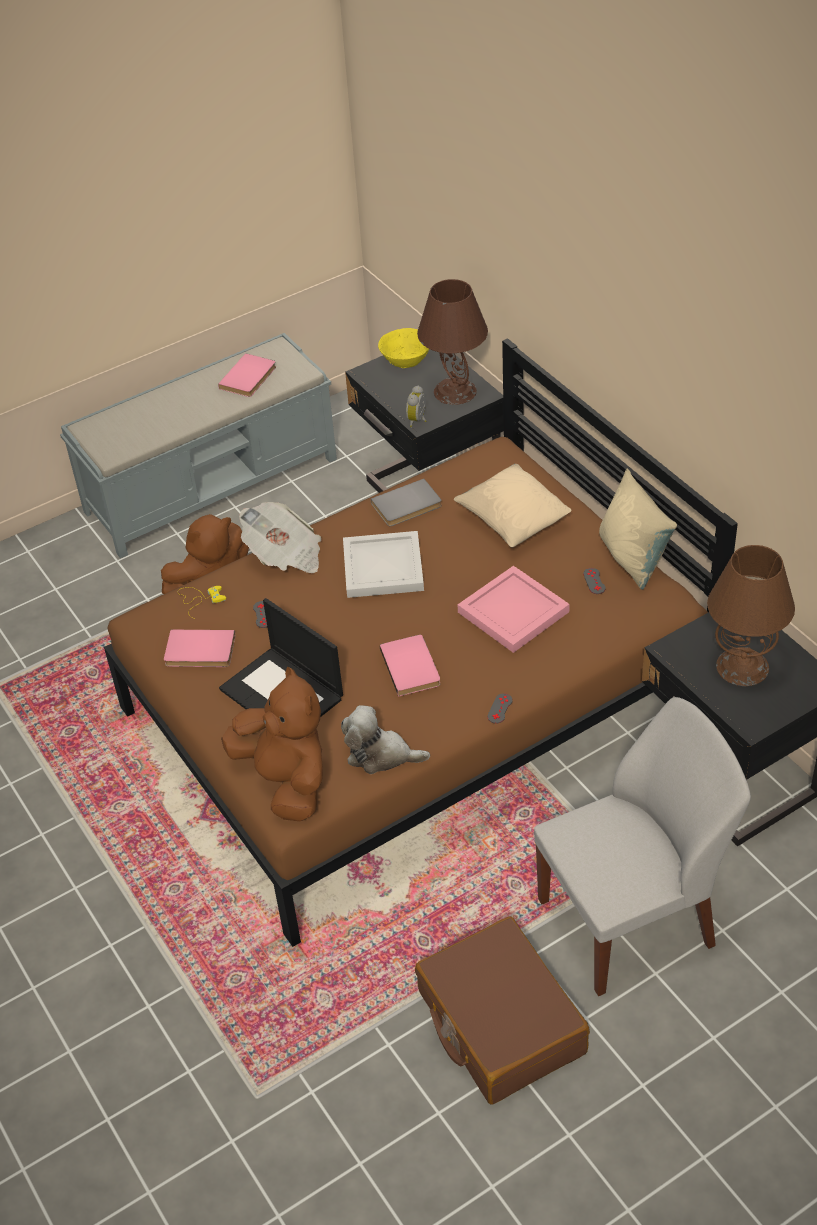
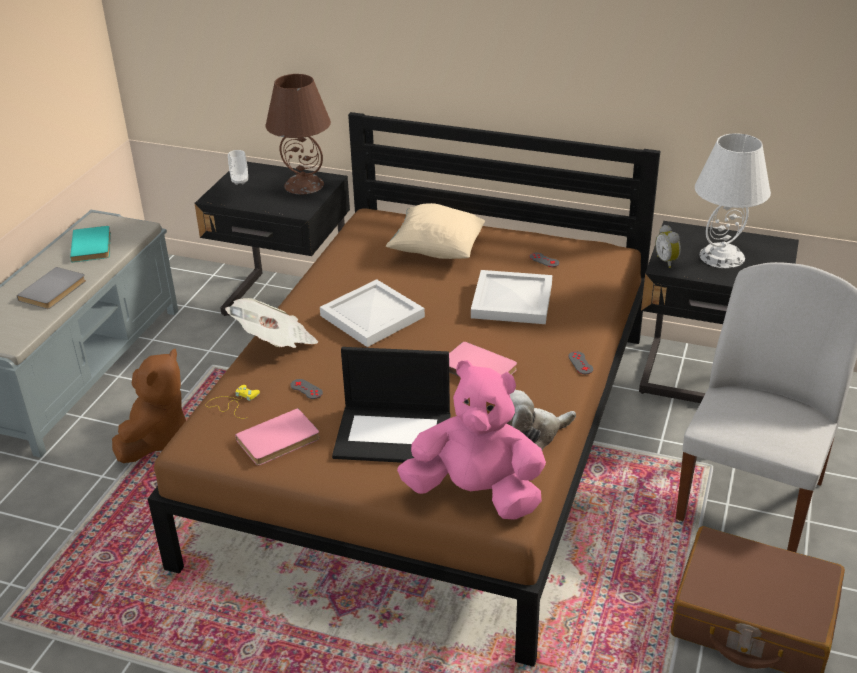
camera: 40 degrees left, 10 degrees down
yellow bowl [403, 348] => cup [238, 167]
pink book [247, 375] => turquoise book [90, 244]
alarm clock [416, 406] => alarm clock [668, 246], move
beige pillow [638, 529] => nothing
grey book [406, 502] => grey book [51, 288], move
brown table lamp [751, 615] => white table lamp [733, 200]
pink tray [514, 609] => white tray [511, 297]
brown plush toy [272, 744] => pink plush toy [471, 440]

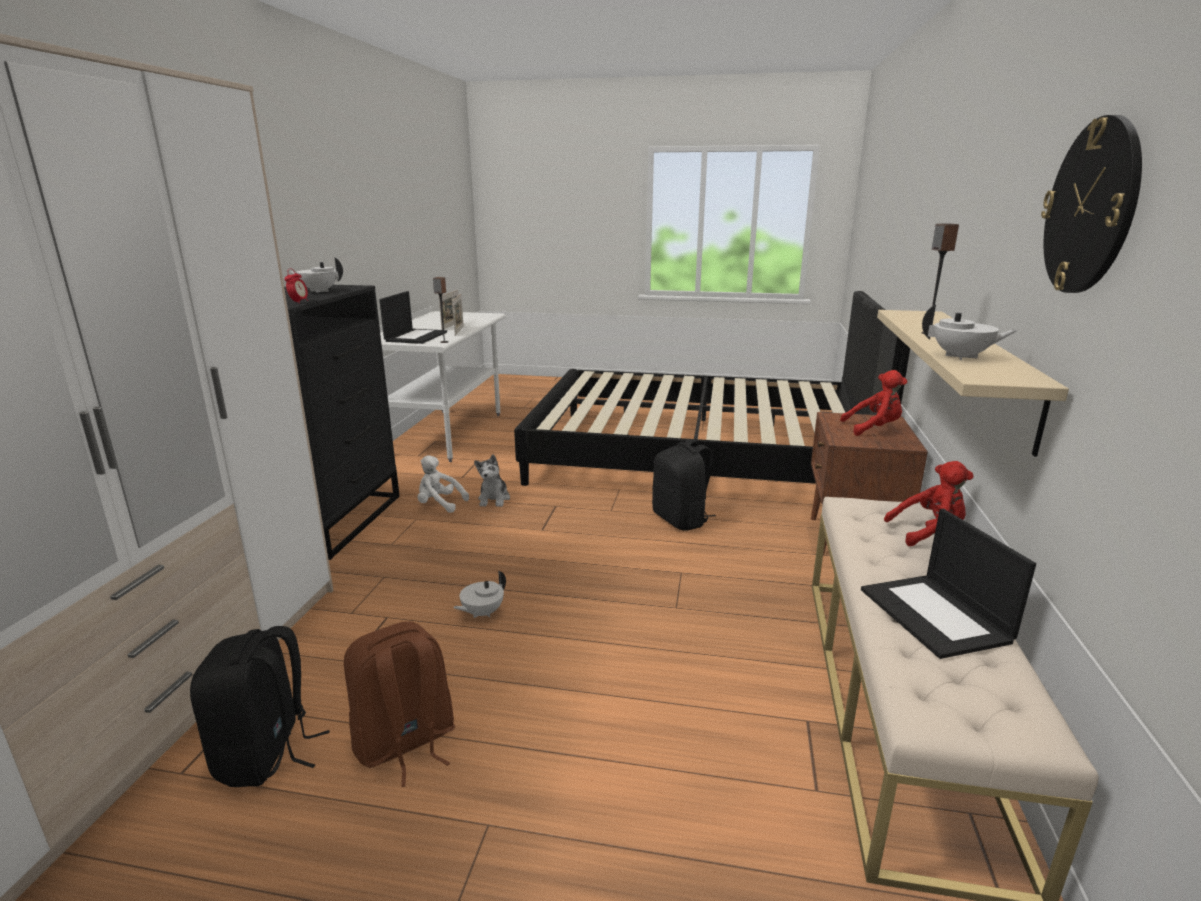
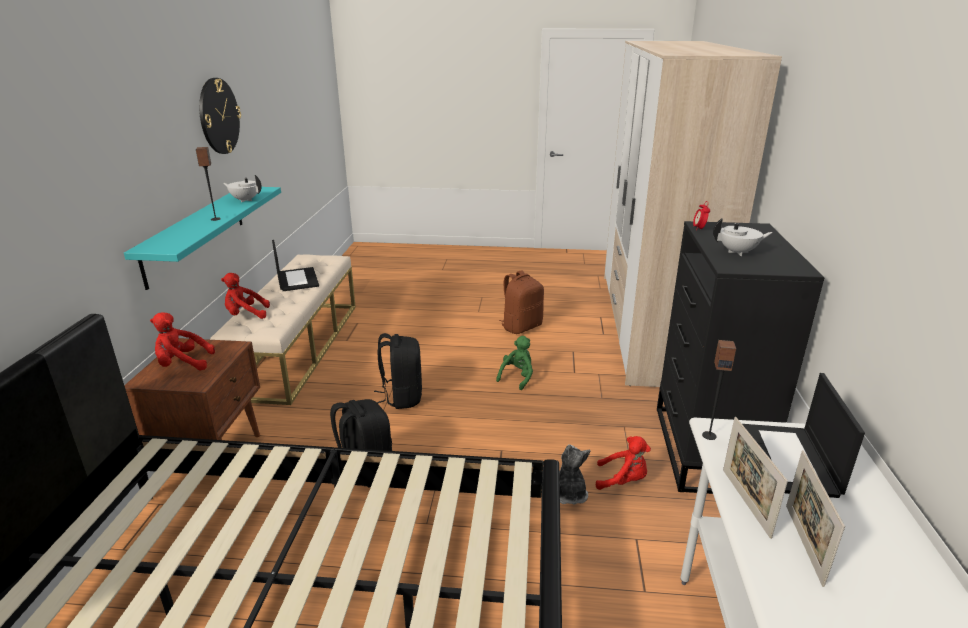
camera: 175 degrees right, 5 degrees up
beige shelf [973, 383] => turquoise shelf [202, 238]
white plush toy [443, 484] => red plush toy [623, 463]
white teapot [479, 594] => green plush toy [514, 363]
black backpack [260, 706] => black backpack [398, 371], move

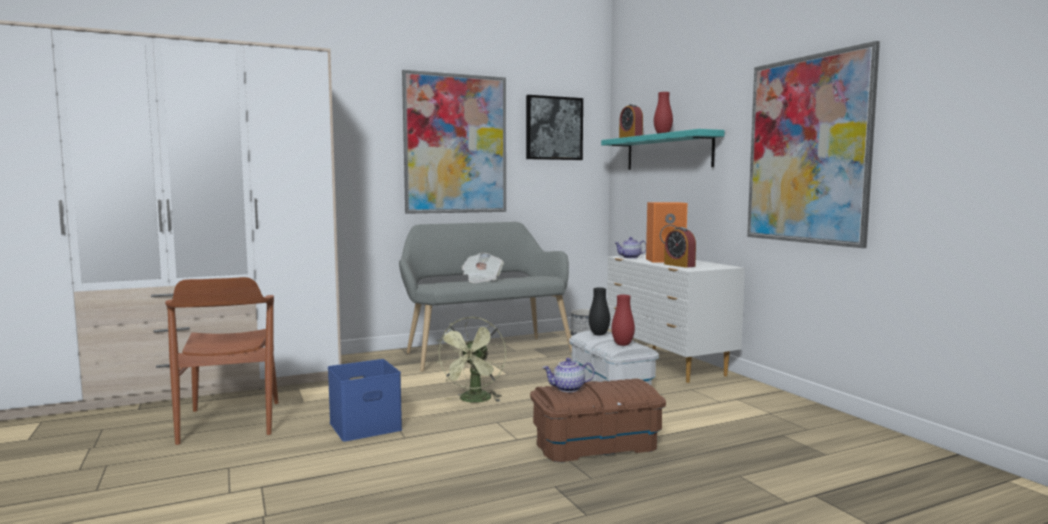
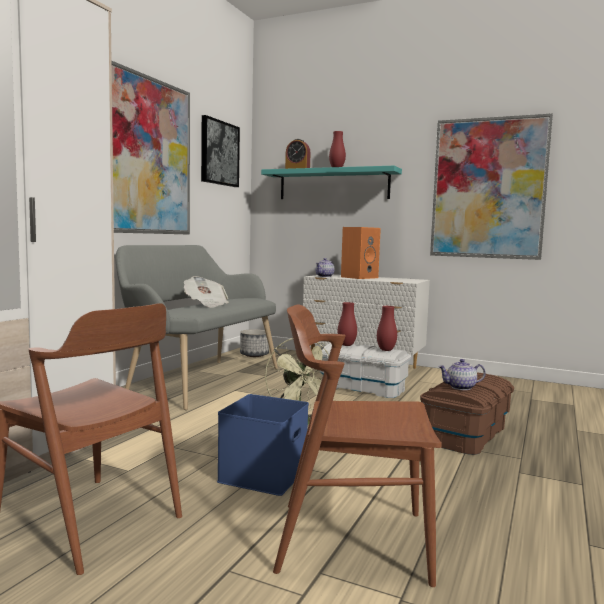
camera: 40 degrees left, 0 degrees up
alarm clock [680, 247] => nothing
black vase [599, 311] => red vase [347, 324]
teapot [568, 375] => teapot [462, 374], 45 degrees clockwise
nothing => brown chair [357, 445]

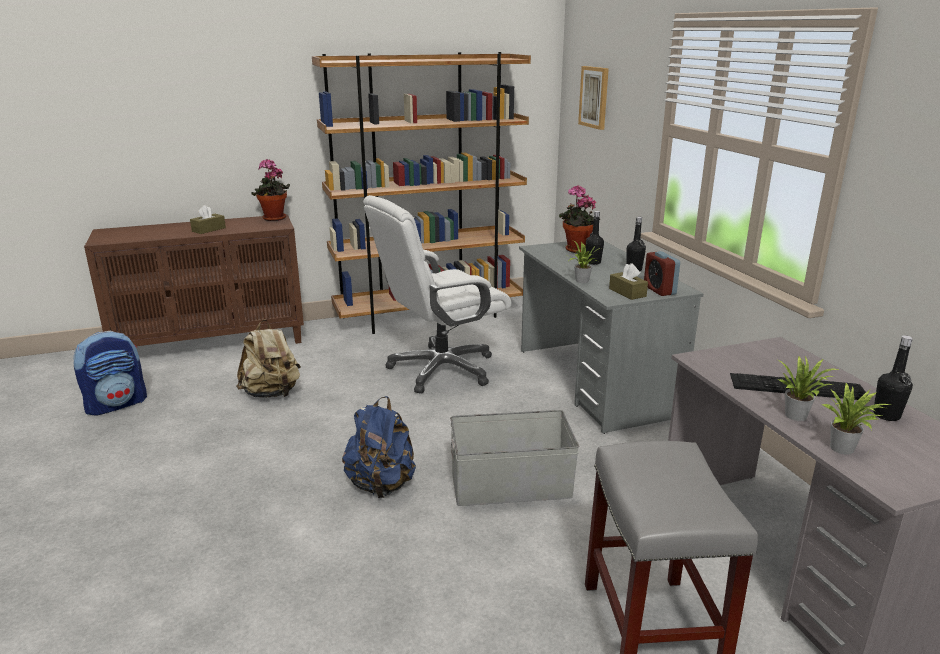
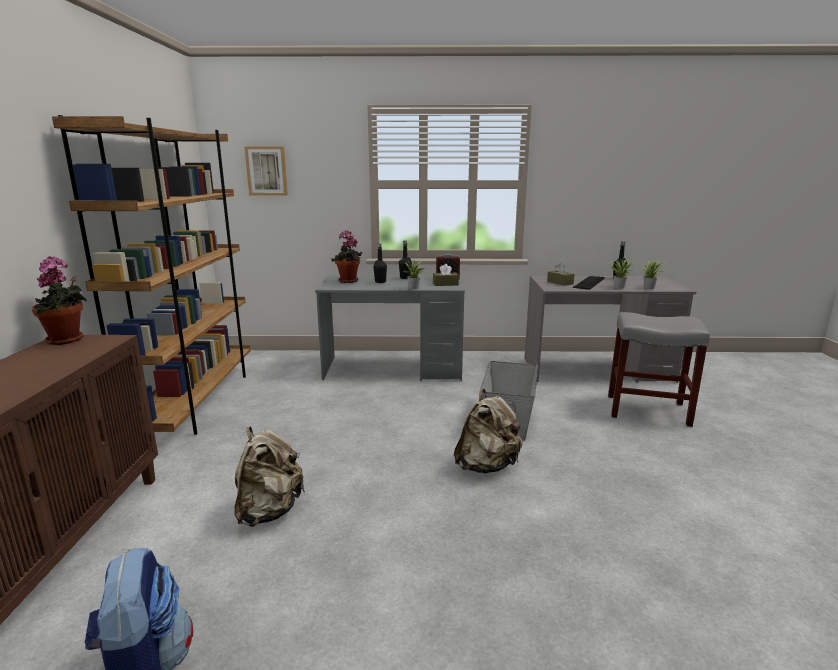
camera: 70 degrees left, 5 degrees down
white office chair [437, 294] => nothing
brown tissue box [208, 219] => brown tissue box [560, 274], move
blue backpack [379, 447] => beige backpack [488, 431]

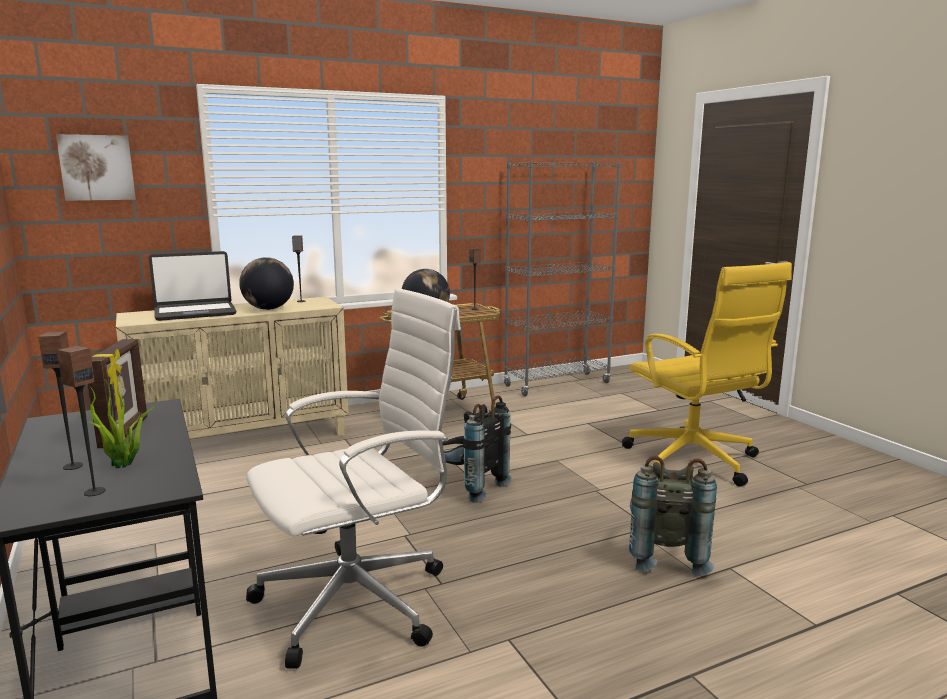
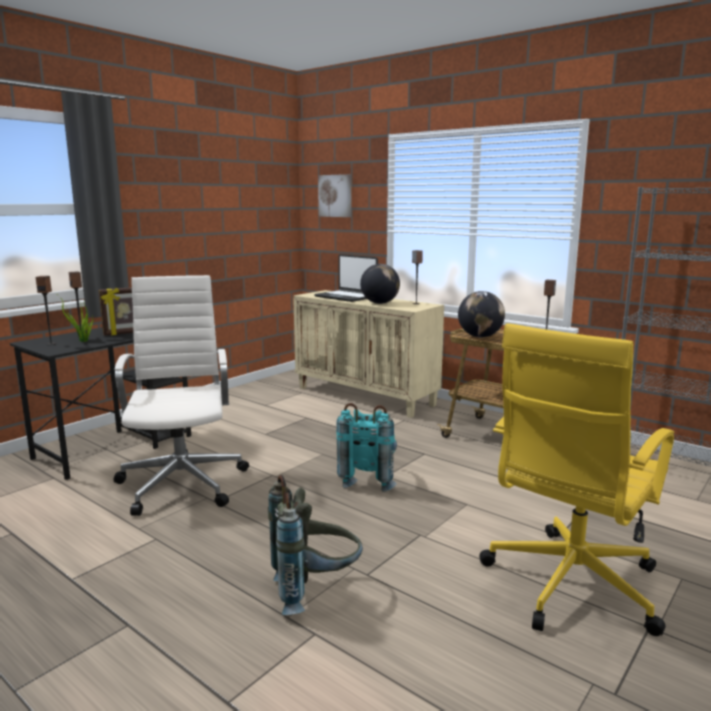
camera: 65 degrees right, 0 degrees up
white office chair [353, 478] => white office chair [181, 395], 135 degrees counterclockwise
black backpack [477, 449] => turquoise backpack [366, 447]

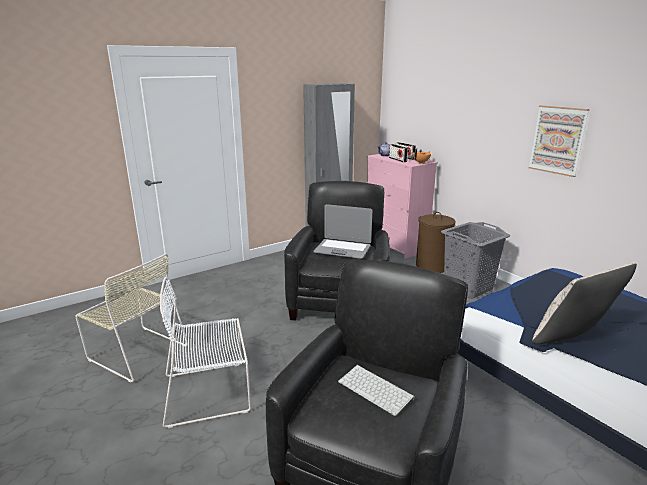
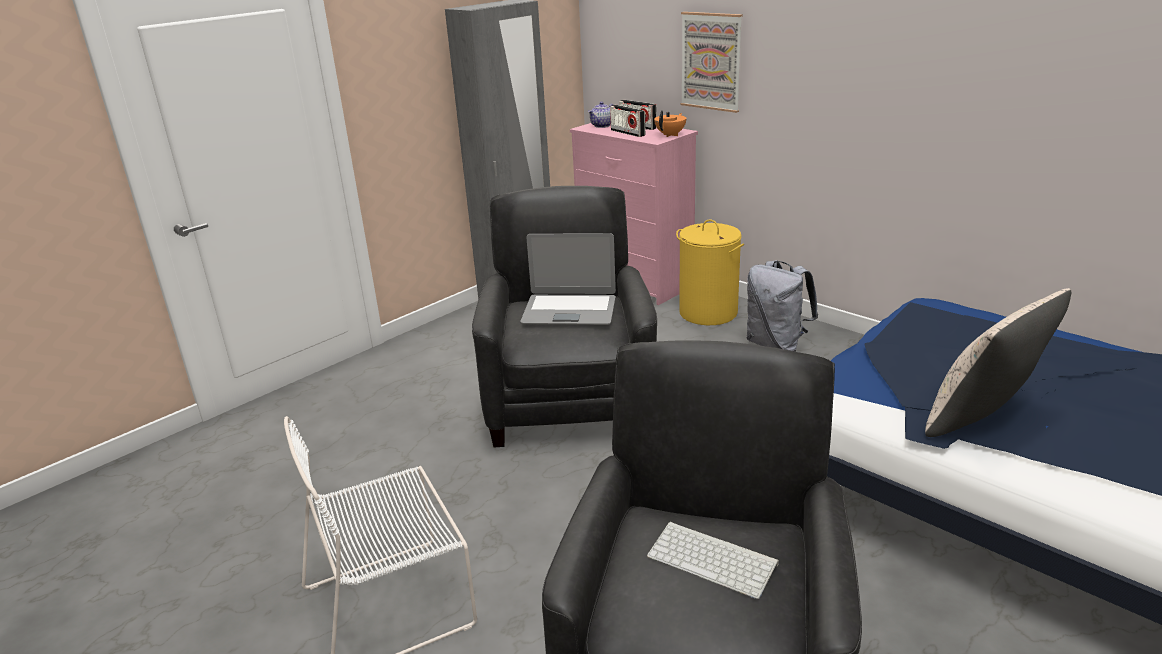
camera: 10 degrees left, 5 degrees up
picture [558, 141] => picture [712, 62], move
brown laundry basket [435, 242] => yellow laundry basket [710, 272]
grey laundry basket [475, 260] => grey backpack [782, 306]
beige chair [131, 318] => nothing

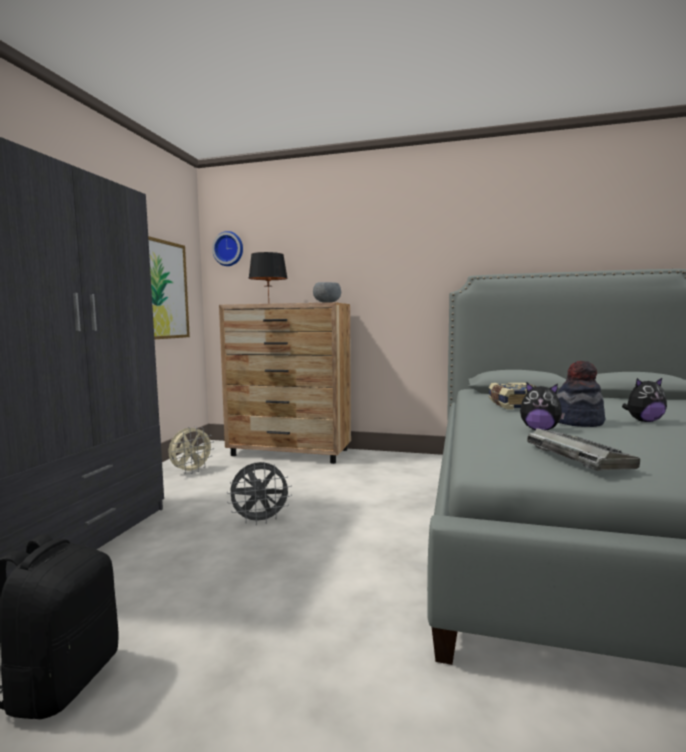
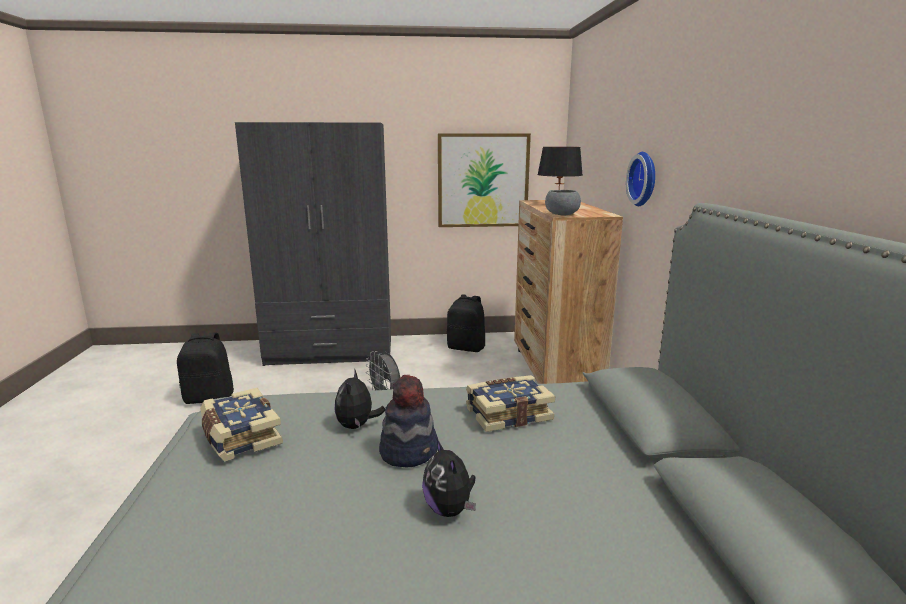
camera: 70 degrees right, 10 degrees up
wall clock [227, 248] => wall clock [640, 179], move
beige fan [191, 450] => black backpack [466, 323]
keyboard [583, 449] => book [241, 424]

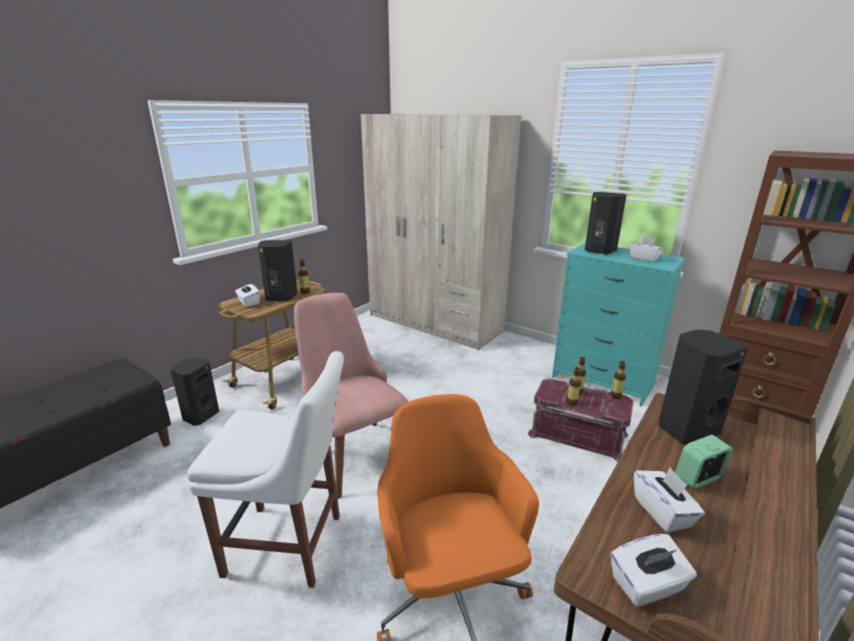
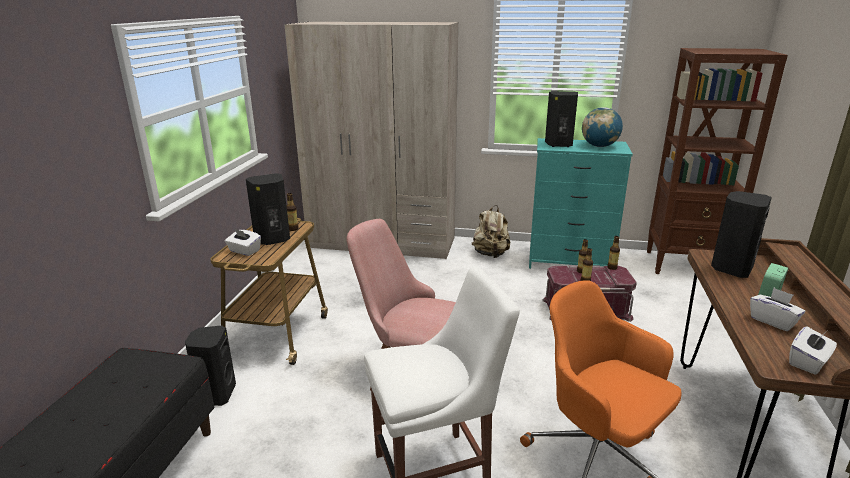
camera: 25 degrees left, 0 degrees up
white tissue box [646, 249] => globe [602, 127]
nothing => beige backpack [491, 231]

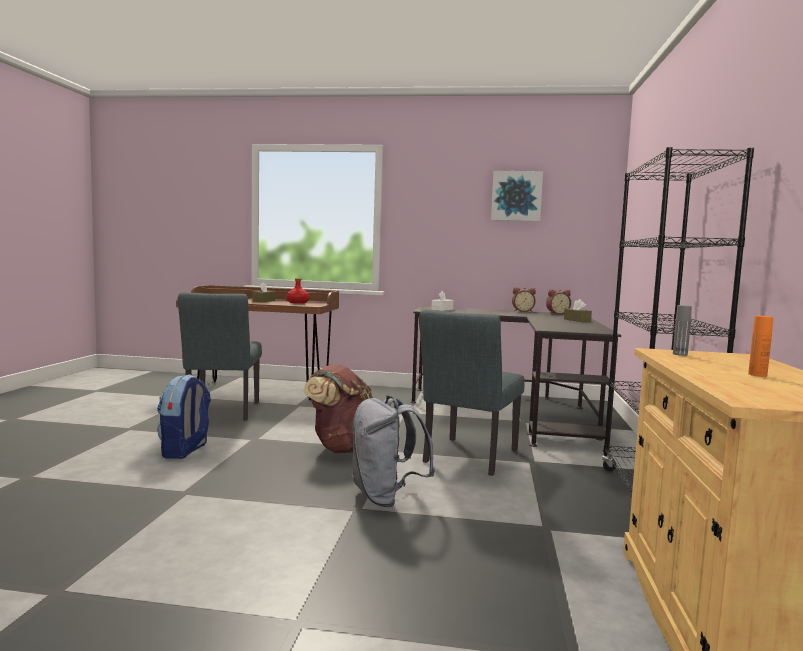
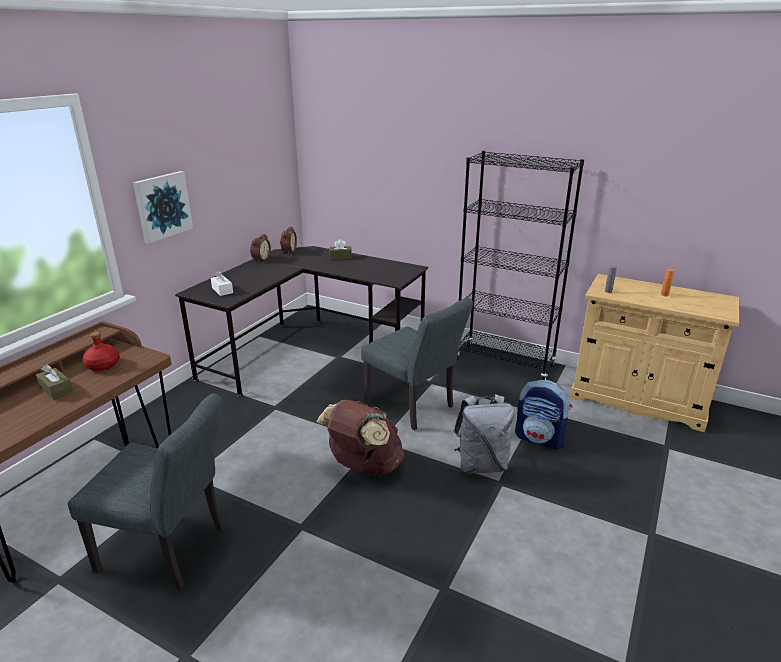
camera: 70 degrees left, 20 degrees up
picture [517, 196] => picture [163, 207], move
backpack [184, 416] => backpack [543, 415], move

